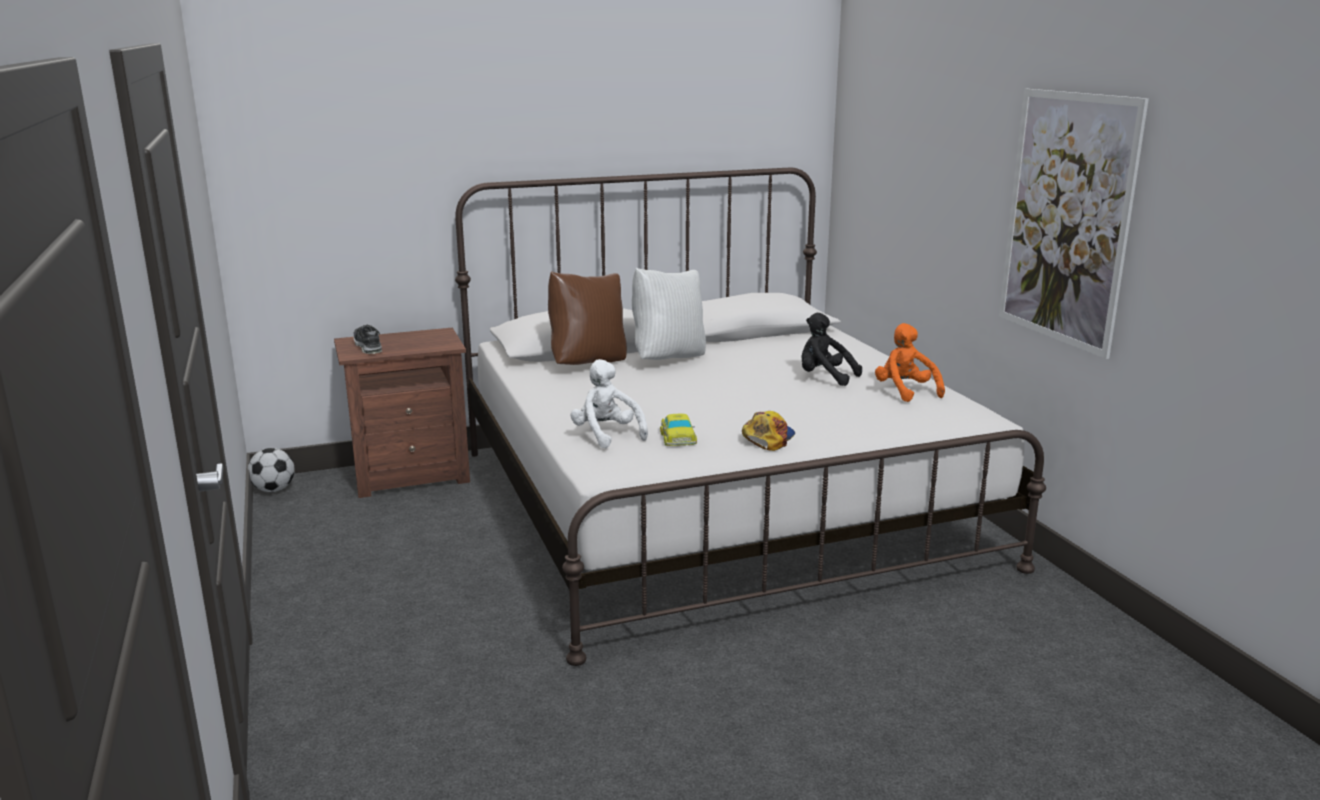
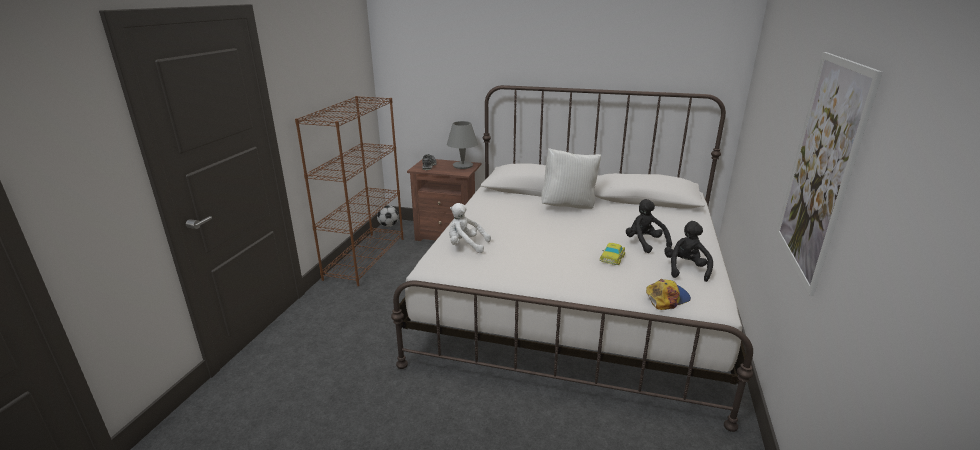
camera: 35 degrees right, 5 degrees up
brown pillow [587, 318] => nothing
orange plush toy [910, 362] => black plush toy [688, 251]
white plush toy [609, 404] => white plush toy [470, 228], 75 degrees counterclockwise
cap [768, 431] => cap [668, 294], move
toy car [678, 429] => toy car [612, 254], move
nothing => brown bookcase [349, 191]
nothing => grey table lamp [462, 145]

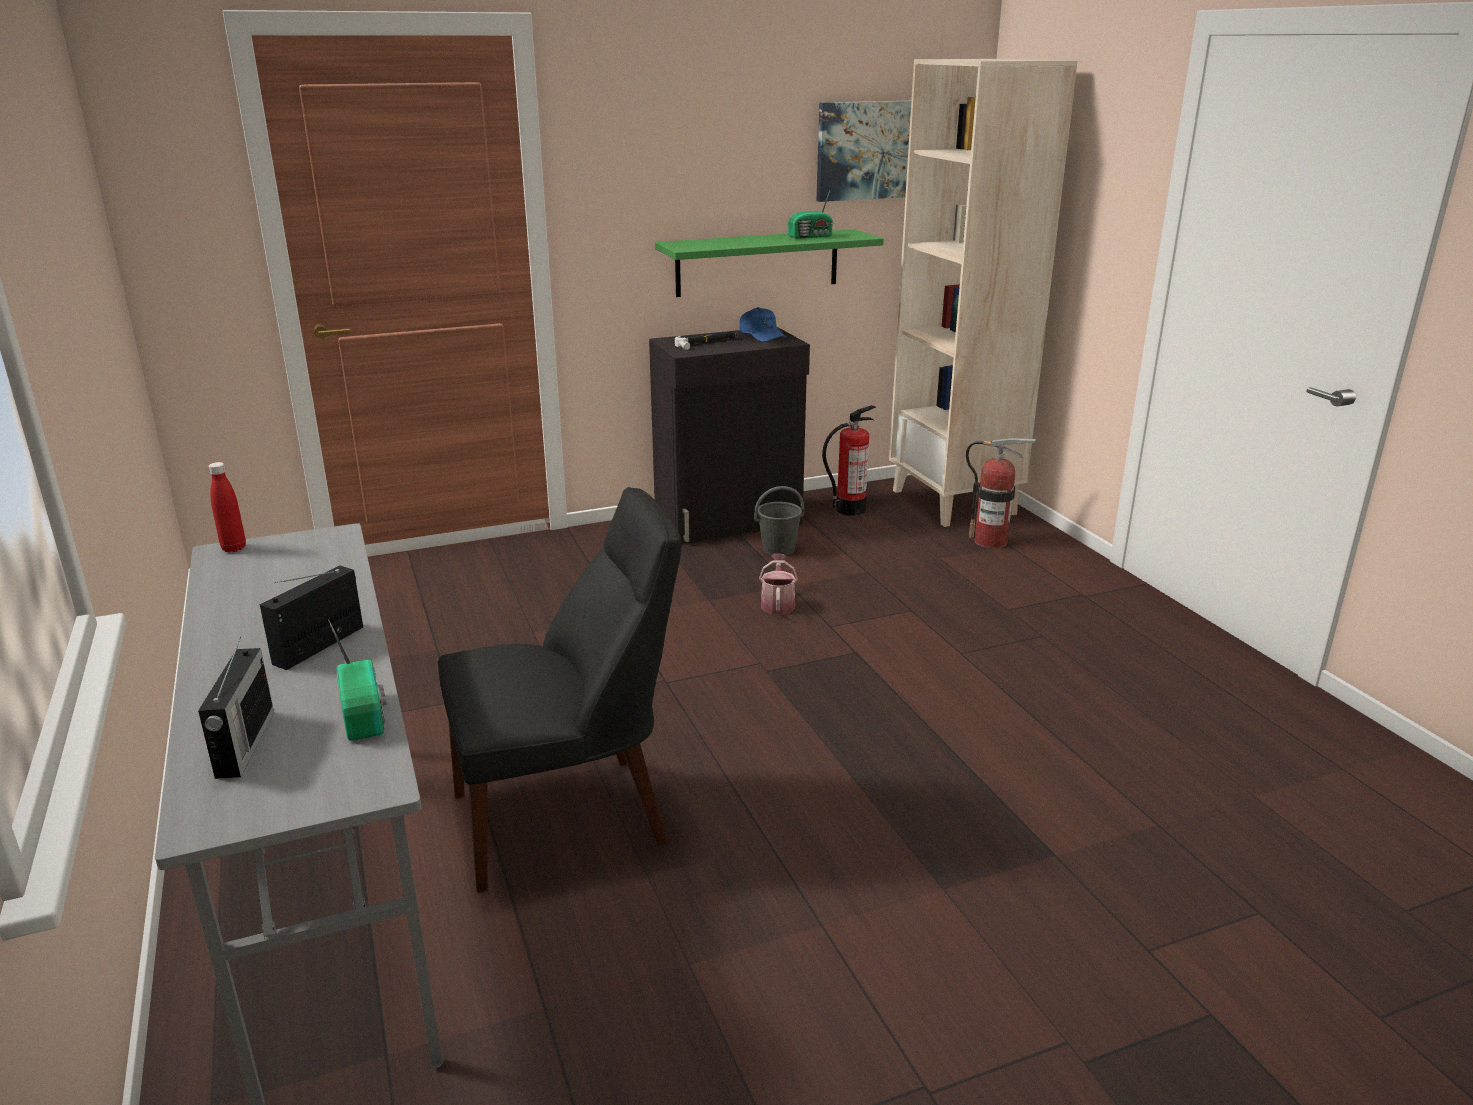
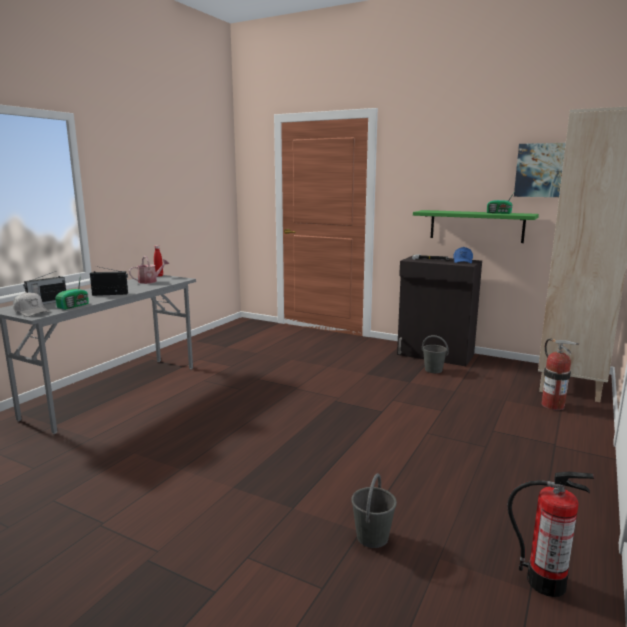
camera: 50 degrees right, 10 degrees down
fire extinguisher [849, 460] => fire extinguisher [550, 534], move
black chair [560, 690] => nothing
watering can [778, 584] => watering can [149, 270], move
nothing => white cap [31, 304]
nothing => grey bucket [374, 510]

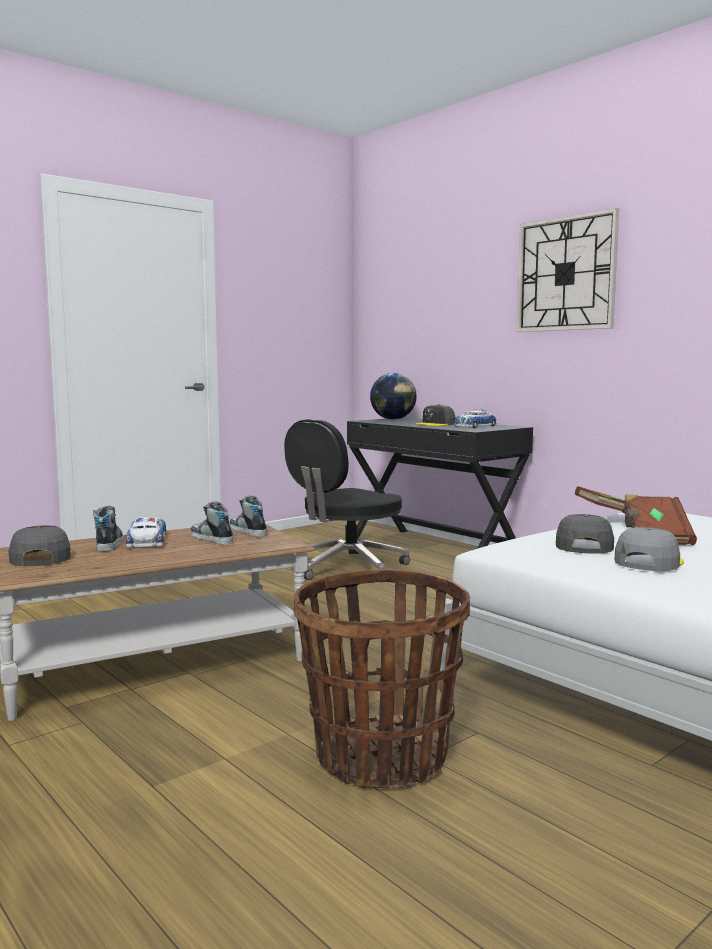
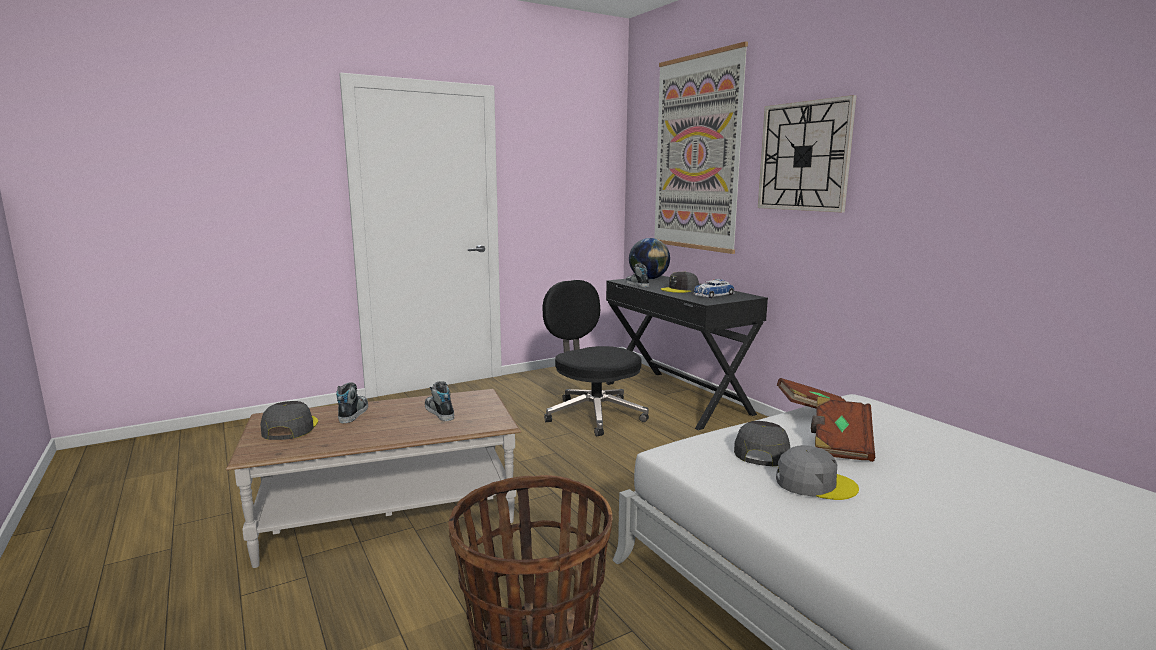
camera: 10 degrees right, 5 degrees up
black office chair [347, 499] => black office chair [596, 358], 90 degrees clockwise
shoe [248, 516] => shoe [637, 275], move
toy car [146, 532] => nothing
grey cap [649, 549] => grey cap [817, 472], 60 degrees clockwise
nothing => picture [701, 147]

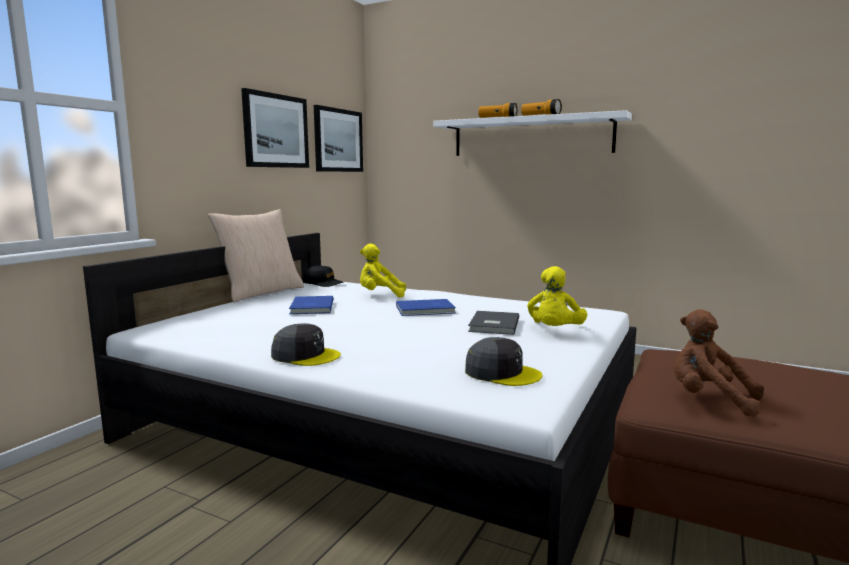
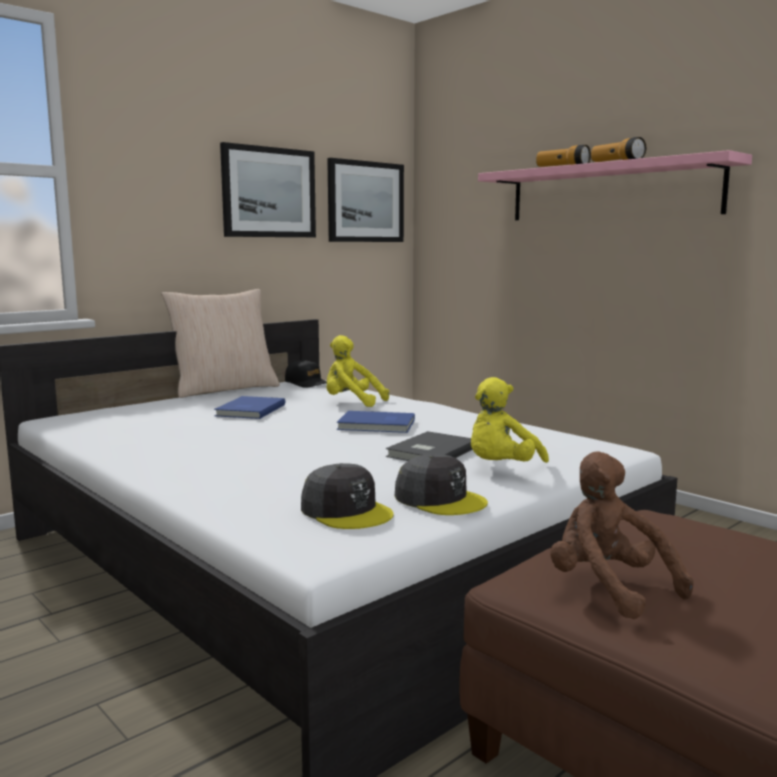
camera: 20 degrees right, 0 degrees up
white shelf [532, 133] => pink shelf [615, 185]
grey cap [306, 344] => grey cap [441, 484], move

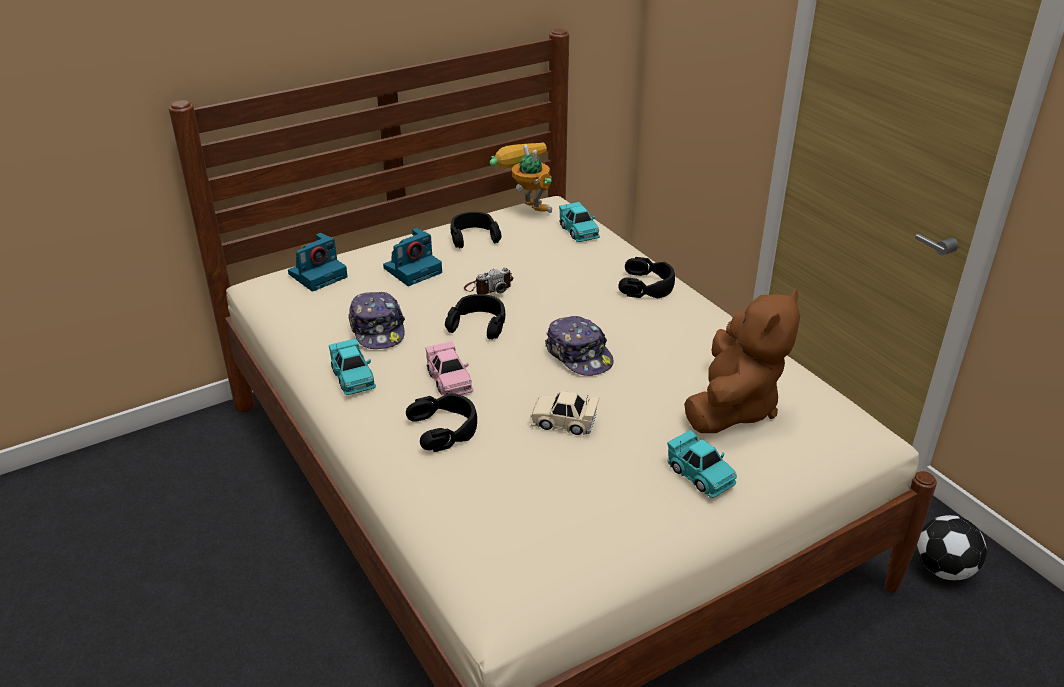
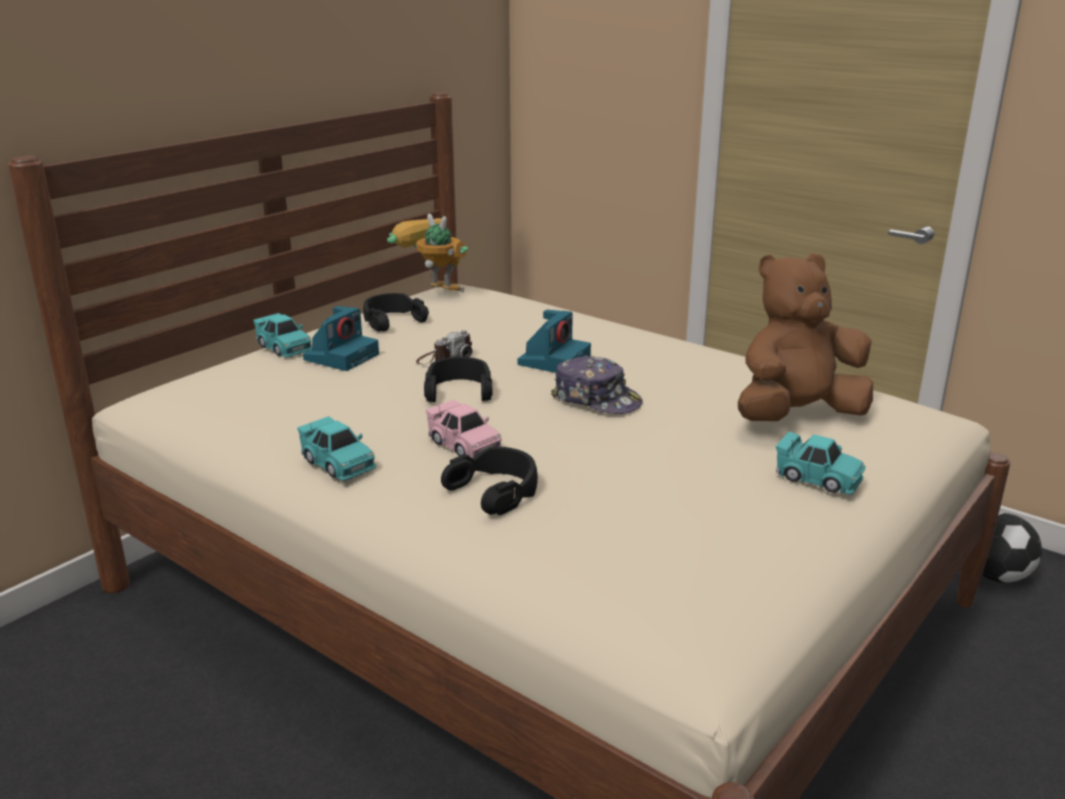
camera: 20 degrees left, 10 degrees down
turquoise toy car [579, 222] => turquoise toy car [282, 335], move
photo camera [318, 262] => photo camera [554, 341], move
black headphones [646, 277] => nothing
brown plush toy [742, 361] => brown plush toy [805, 337], 120 degrees counterclockwise
cap [376, 320] => nothing
beige toy car [564, 413] => nothing

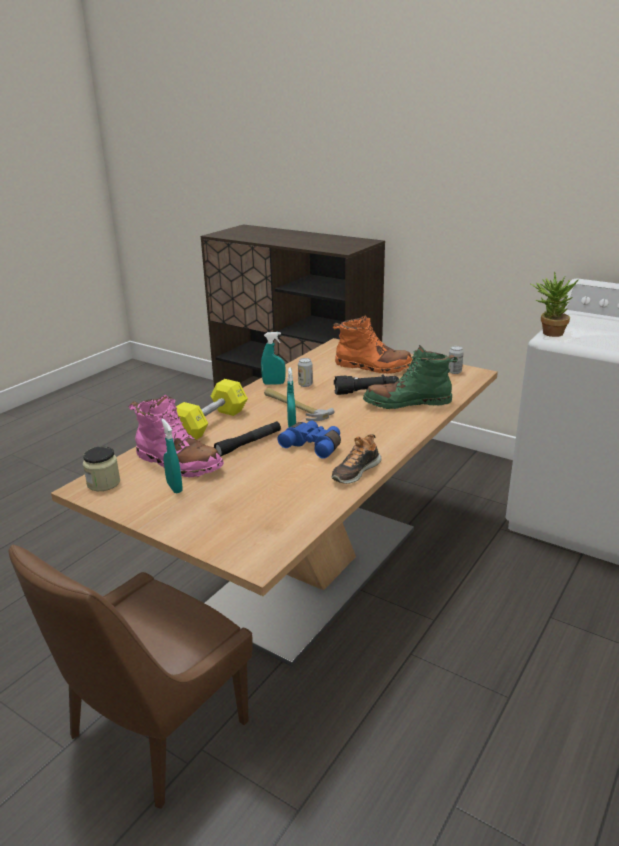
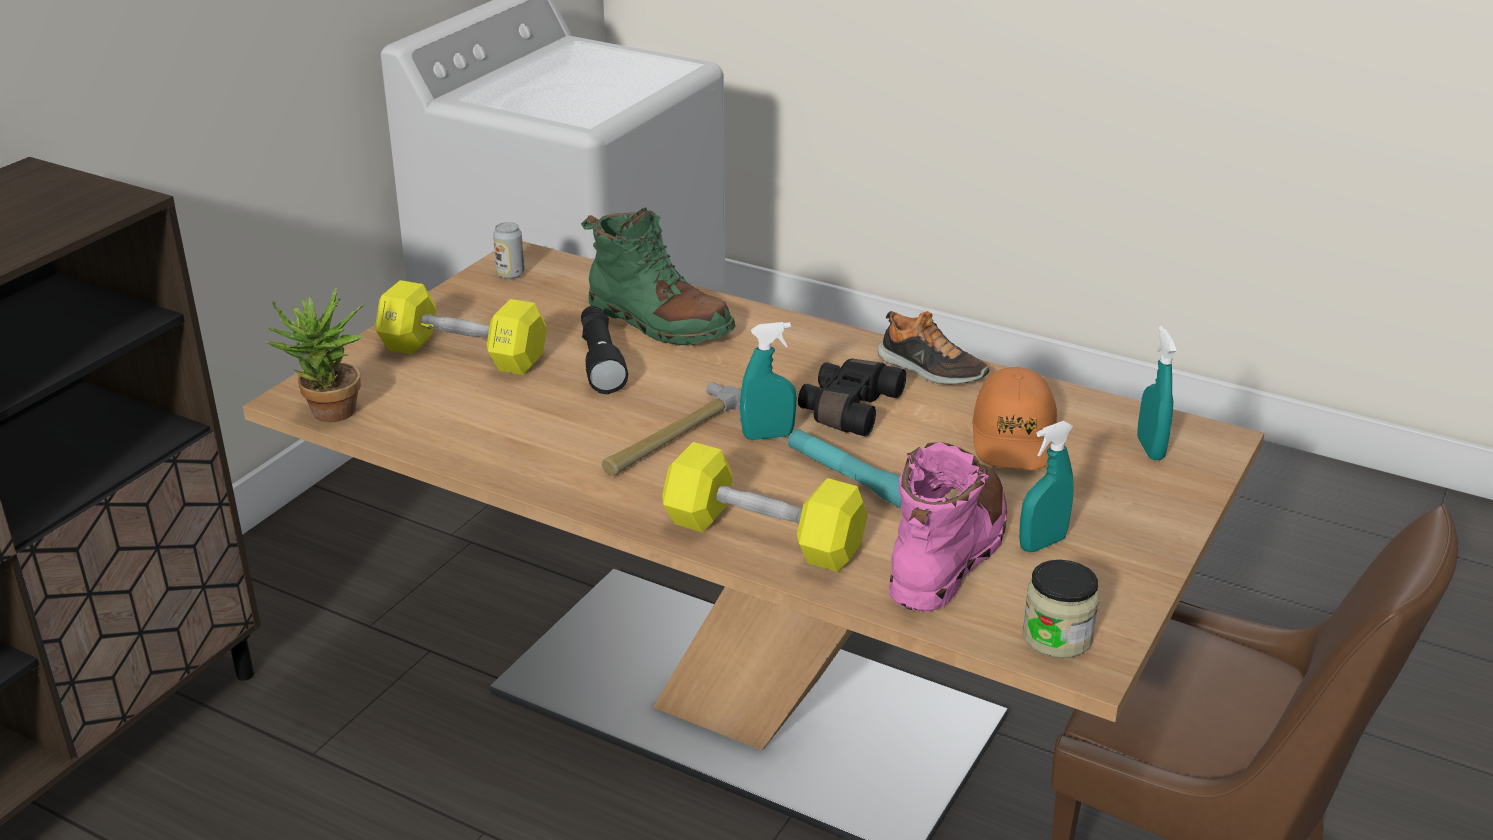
camera: 95 degrees left, 5 degrees up
potted plant [554, 304] => potted plant [315, 354], move
orange boot [372, 344] => yellow dumbbell [461, 327]
turquoise spray bottle [273, 358] => turquoise spray bottle [1157, 393], move
green boot [410, 377] => green boot [658, 276], 45 degrees counterclockwise
can [305, 372] => nothing
black flashlight [247, 439] => turquoise flashlight [844, 469]
blue binoculars [309, 440] => black binoculars [852, 398]
nothing => orange cap [1014, 418]

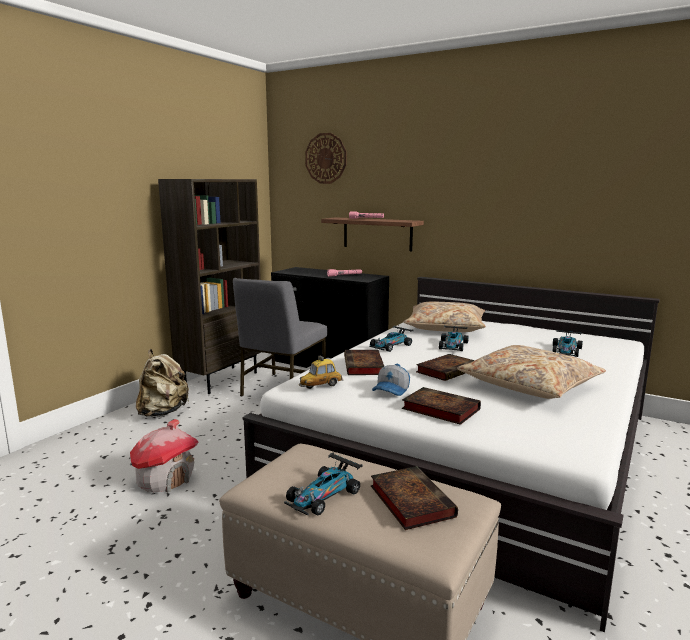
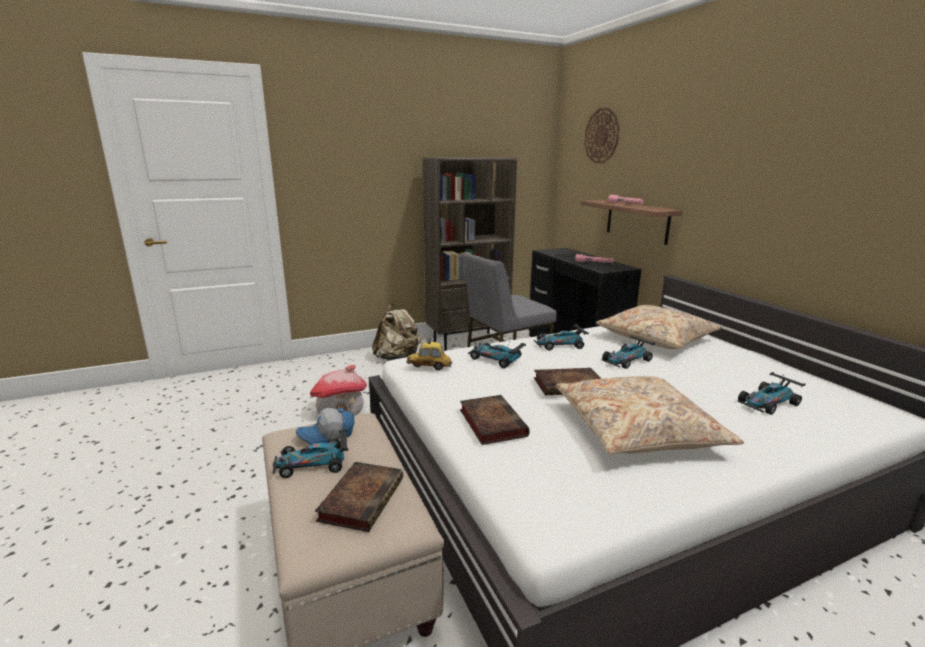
camera: 35 degrees right, 5 degrees up
book [364, 362] => toy car [497, 354]
cap [391, 379] => cap [325, 426], move

